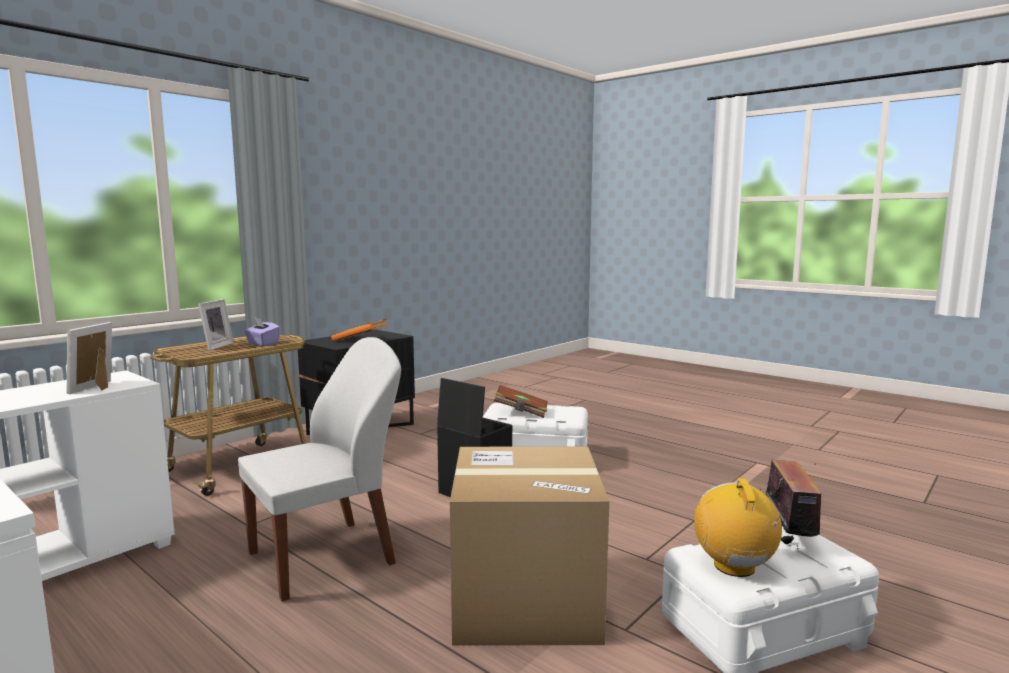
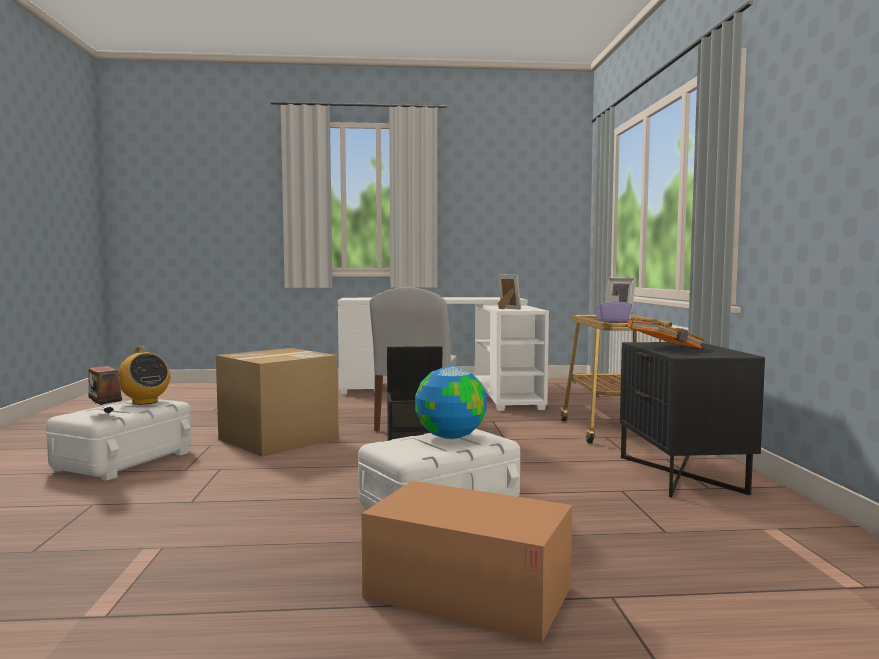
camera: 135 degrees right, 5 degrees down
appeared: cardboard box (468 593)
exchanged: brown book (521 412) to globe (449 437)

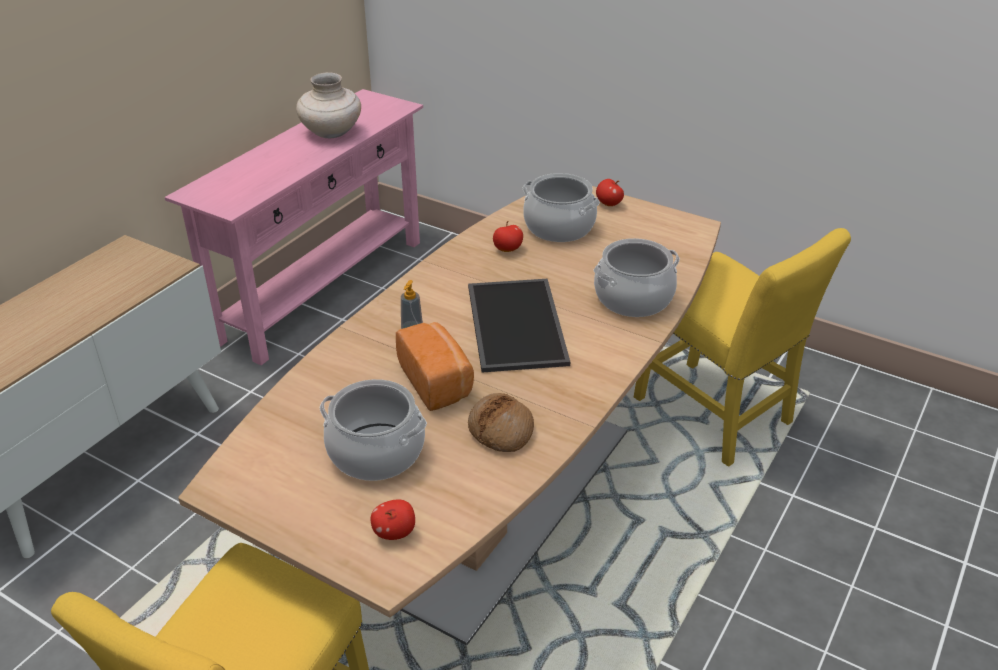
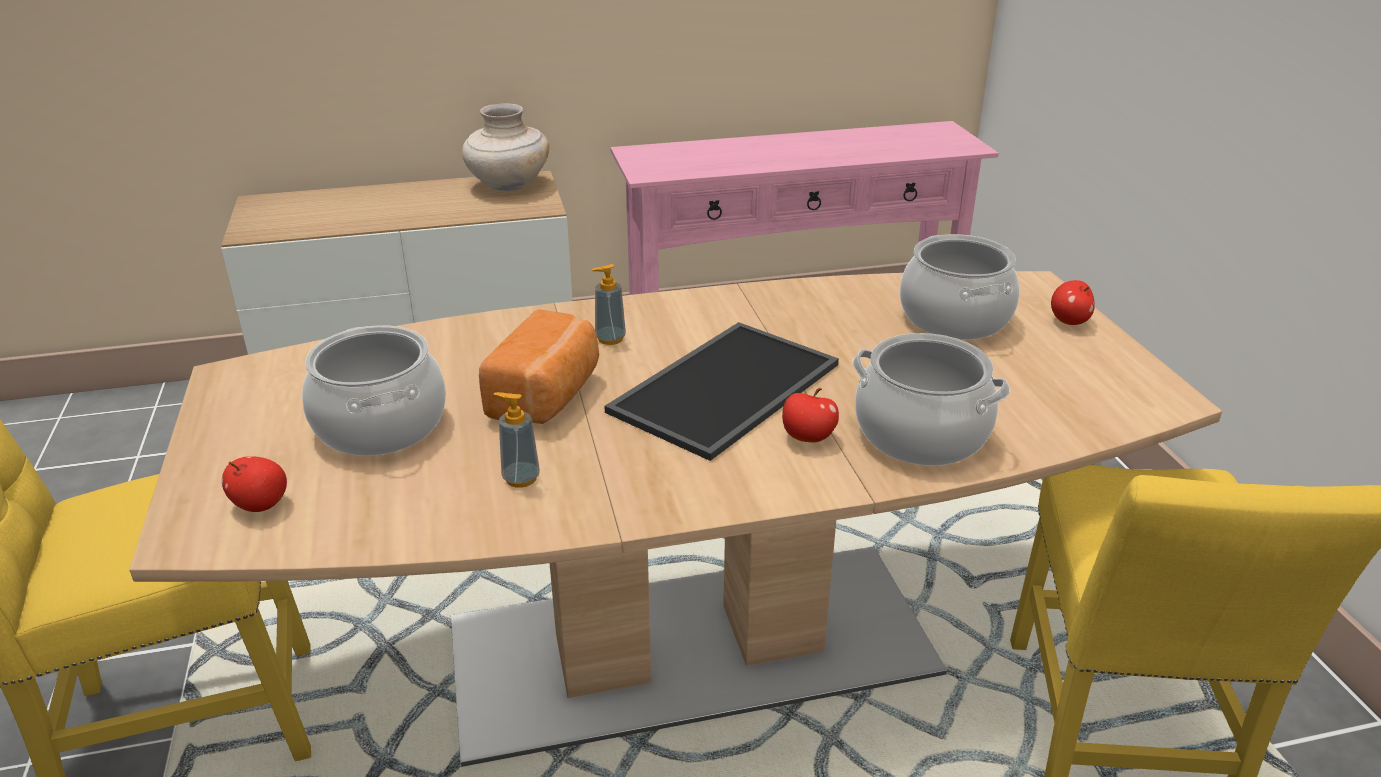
camera: 45 degrees right, 5 degrees down
relocated: beige vase (331 133) to (508 185); apple (508 249) to (807 438)
exchanged: bread (501 430) to soap dispenser (521 478)

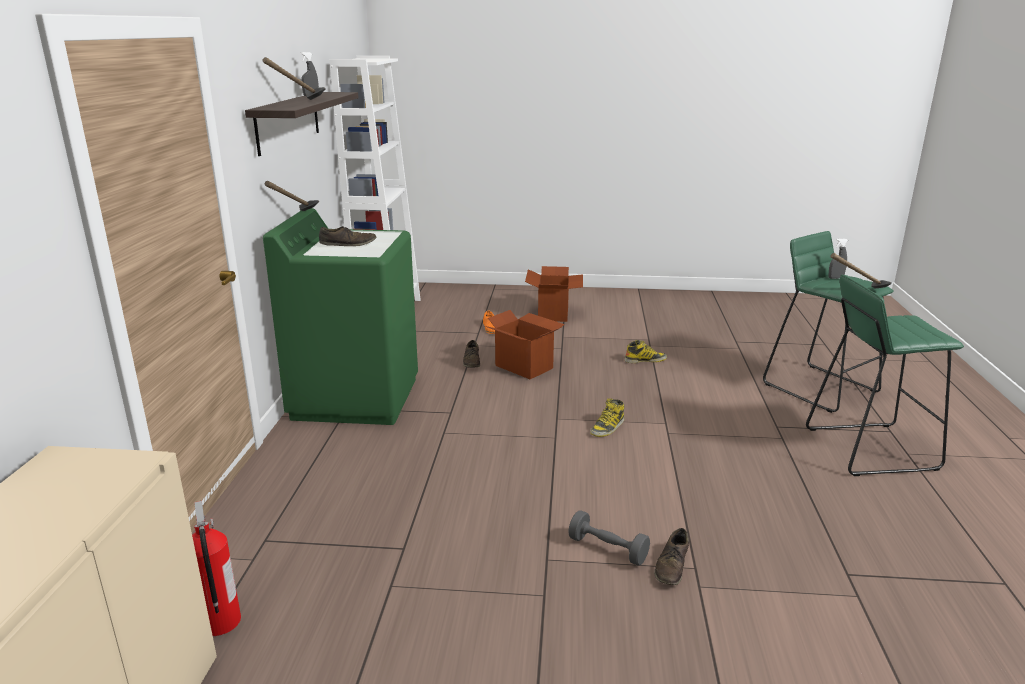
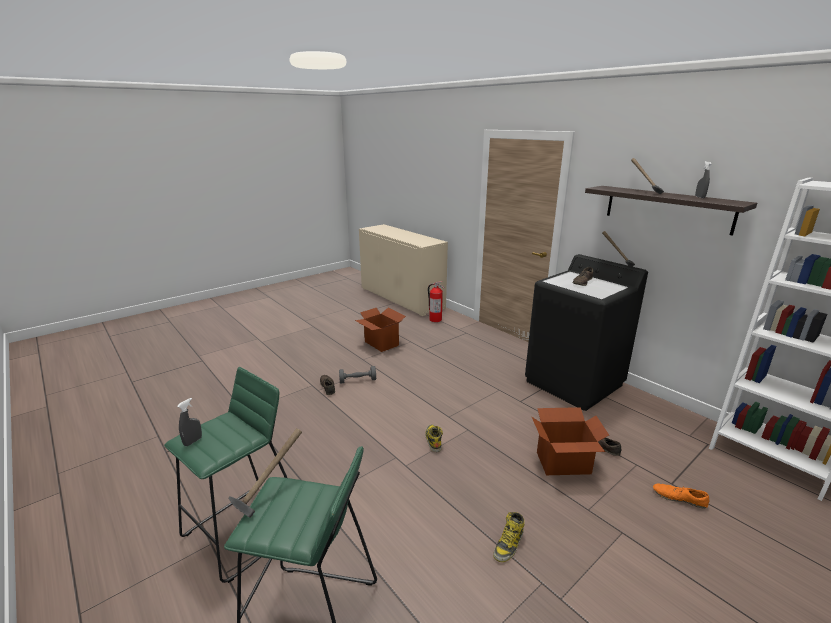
camera: 135 degrees right, 0 degrees up
relocated: grey spray bottle (835 278) to (193 441); cardboard box (554 314) to (381 343)
colour: green washing machine (355 398) to black washing machine (574 383)

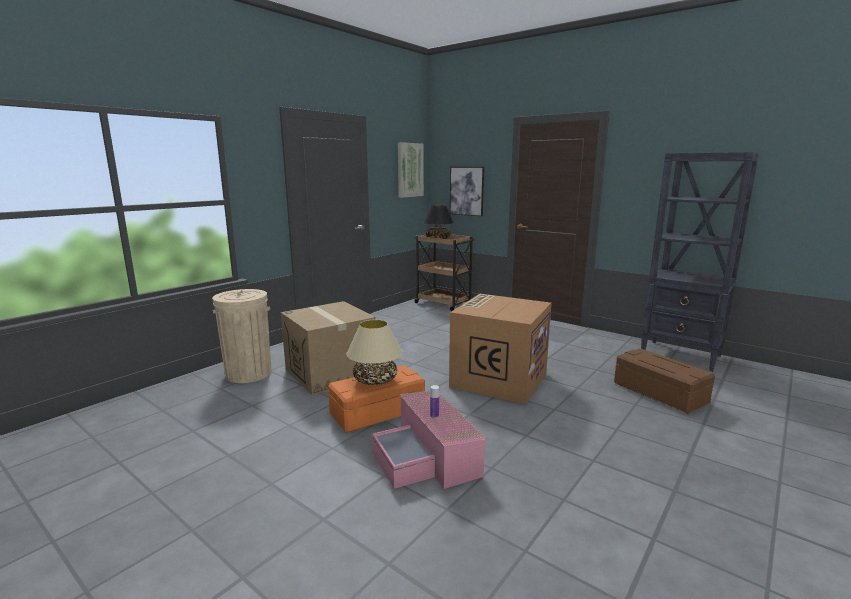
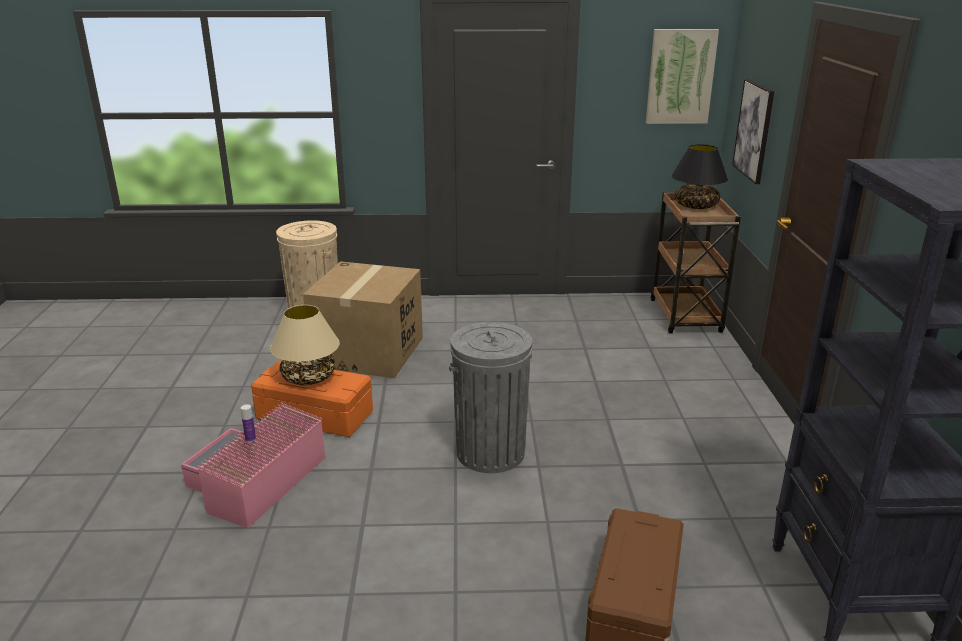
camera: 50 degrees right, 10 degrees up
exchanged: cardboard box (498 379) to grey trash can (490 452)

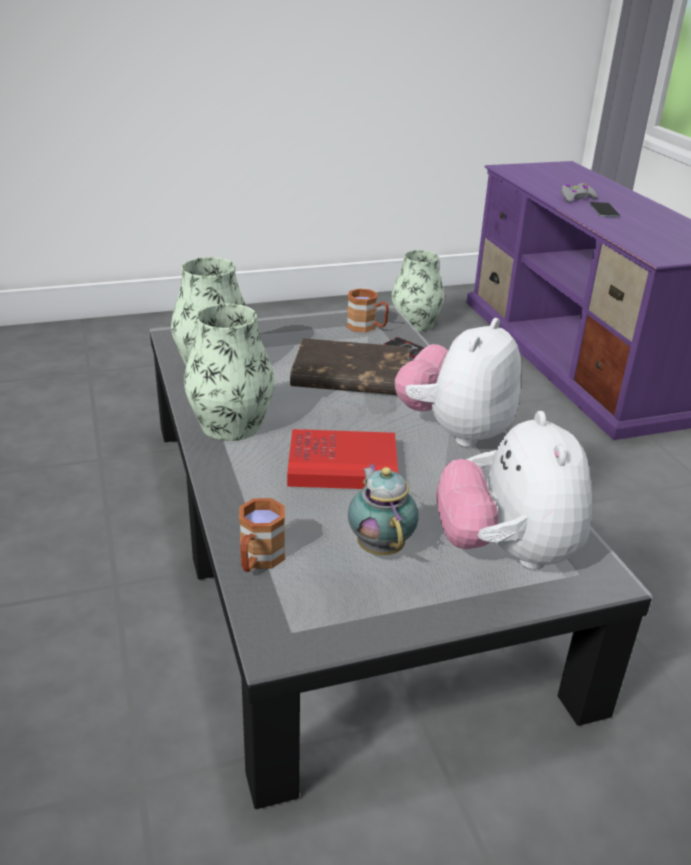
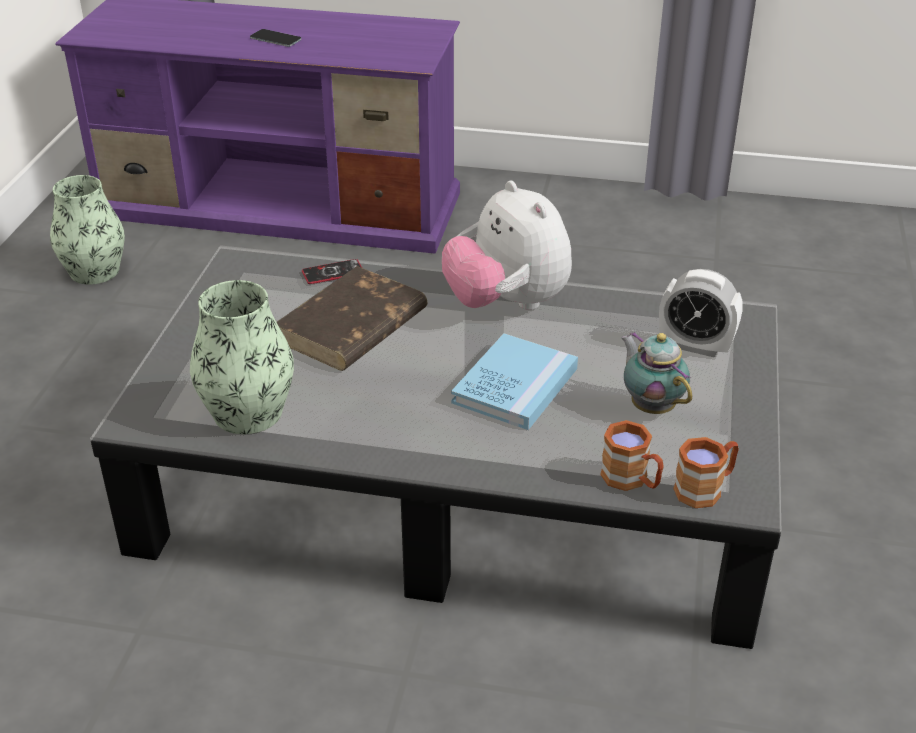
camera: 60 degrees left, 5 degrees up
missing: grey game controller (576 198); vase (231 425)
relocated: brown mug (367 327) to (705 488)
exchanged: plush toy (507 552) to alarm clock (695 346)
colour: red book (342 464) to blue book (515 385)
spun: teapot (380 546) = (651 406) 45 degrees clockwise

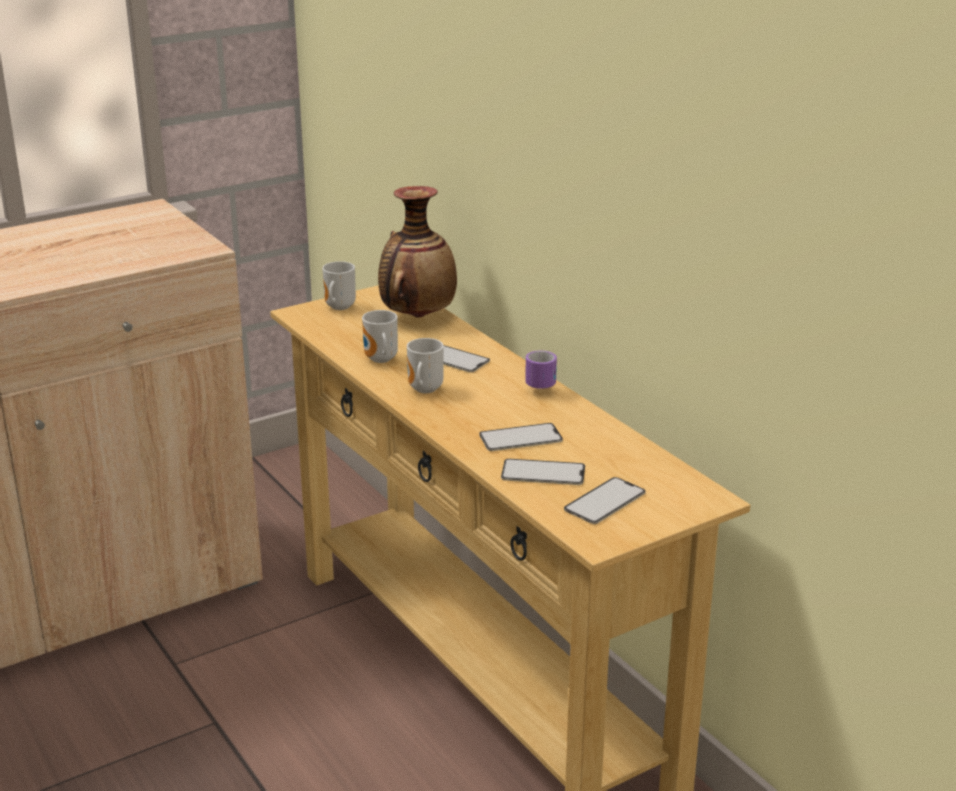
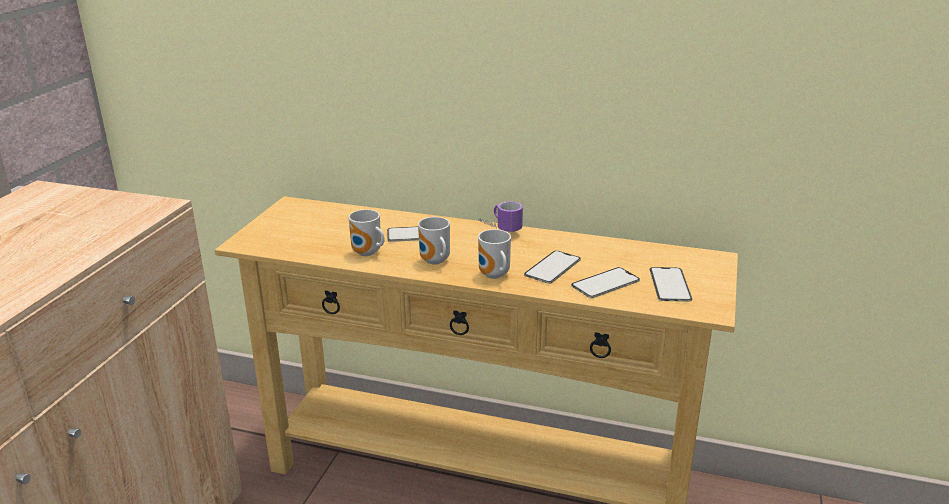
camera: 40 degrees left, 0 degrees up
missing: vase (417 315)
relocated: mug (338 307) to (493 276)

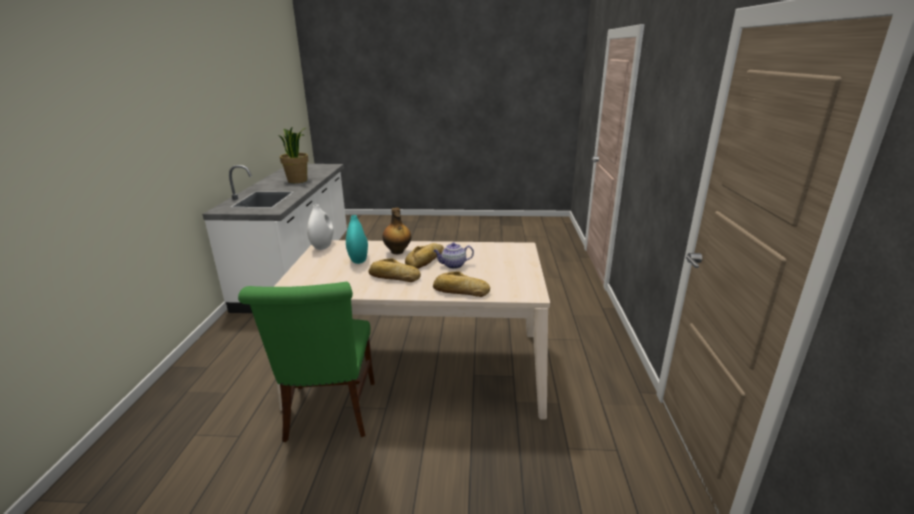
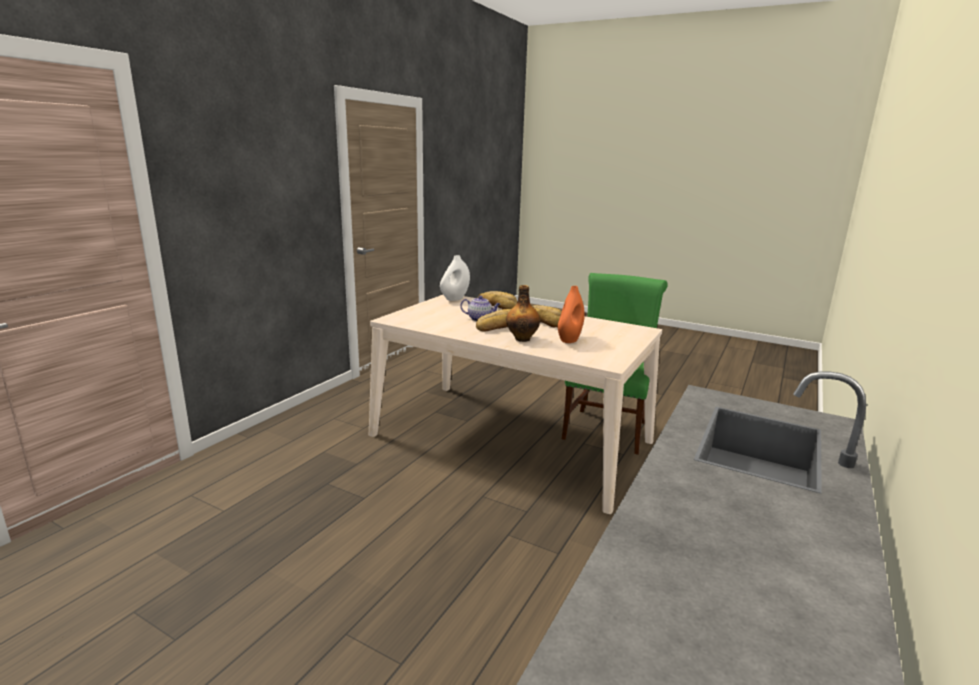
camera: 155 degrees left, 5 degrees down
missing: potted plant (298 180)
relocated: white vase (322 246) to (455 299)
colour: turquoise vase (358 259) to orange vase (569 340)

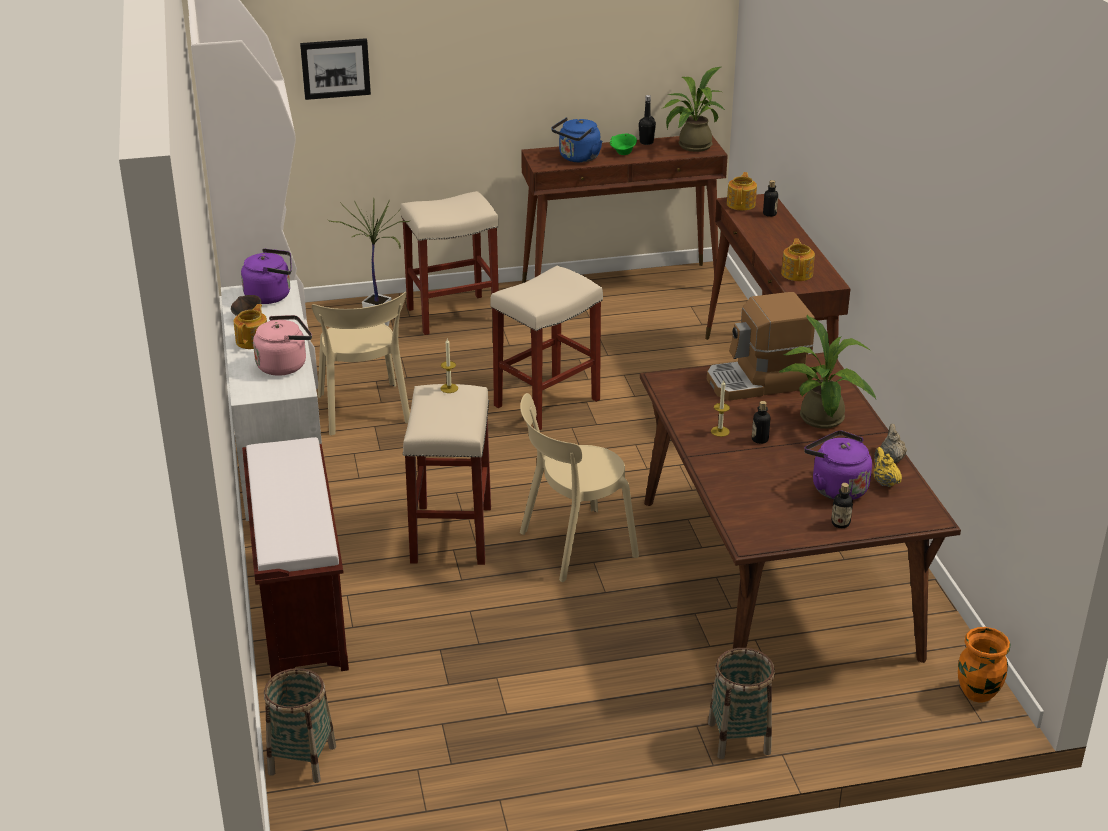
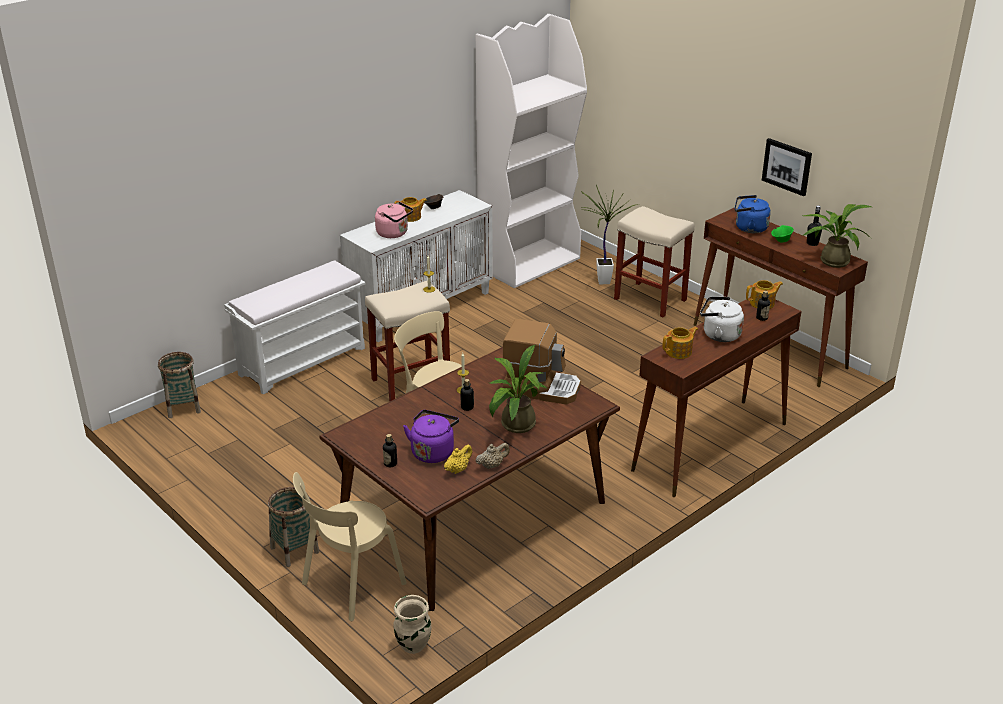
camera: 60 degrees right, 0 degrees up
missing: purple kettle (271 295); beige stool (547 402)
appeared: white kettle (719 335)
relocated: picture (335 68) to (787 166); beige chair (364 412) to (350 586)
colour: brown bench (300 609) to white bench (303 361); orange vase (978 693) to beige vase (413 646)
spun: coffee machine (757 382) = (541 387) 150 degrees clockwise

